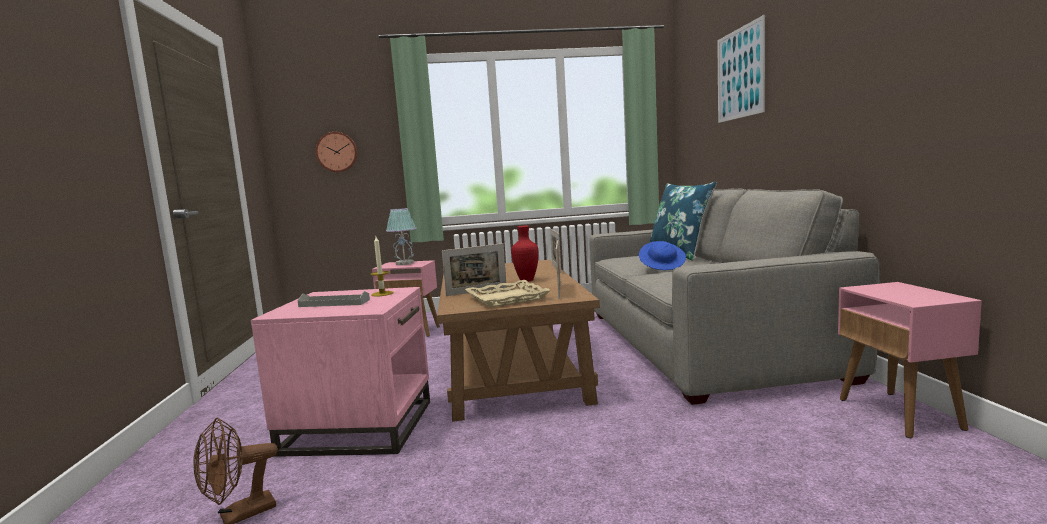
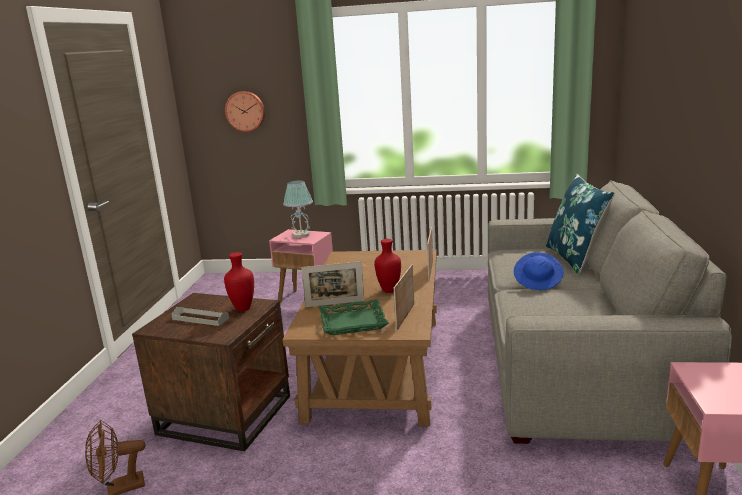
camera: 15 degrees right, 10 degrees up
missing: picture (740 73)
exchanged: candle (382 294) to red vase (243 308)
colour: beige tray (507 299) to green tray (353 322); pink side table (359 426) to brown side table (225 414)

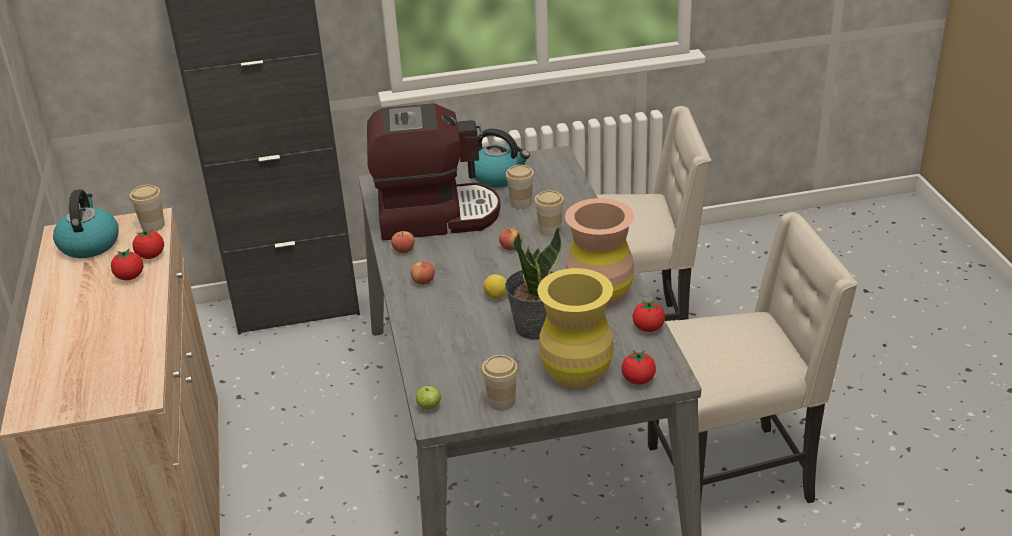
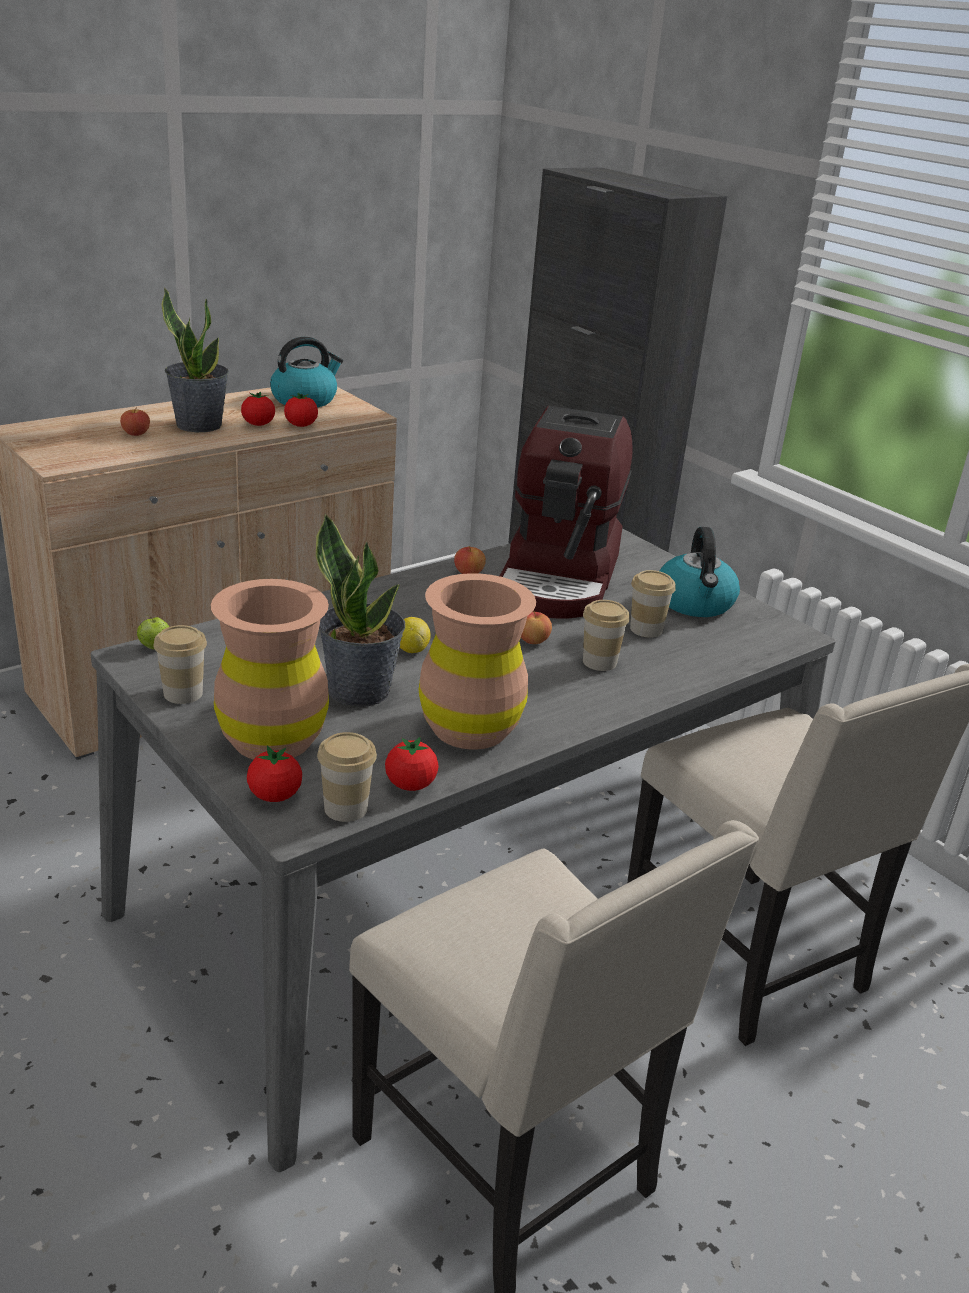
camera: 60 degrees right, 5 degrees down
appeared: potted plant (199 424)
relocated: cup (153 225) to (345 808); apple (423 281) to (136 433)
colour: yellow vase (576 371) to brown vase (272 739)
spun: coffee machine (435 216) = (561 578) 45 degrees clockwise

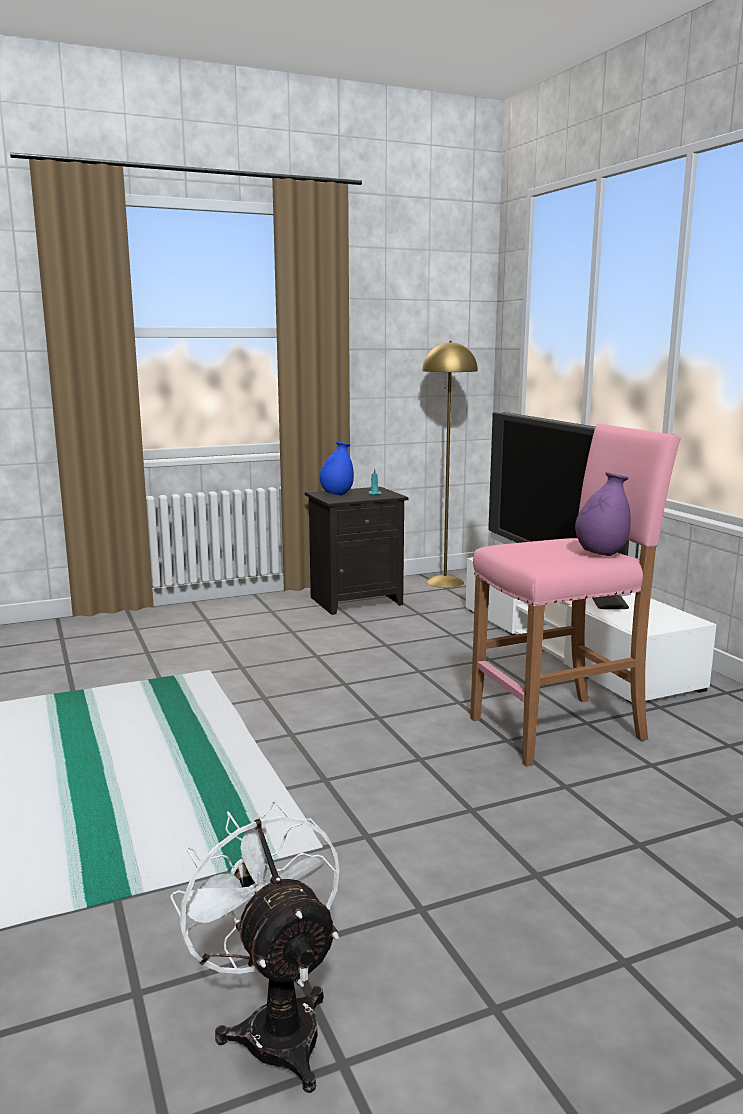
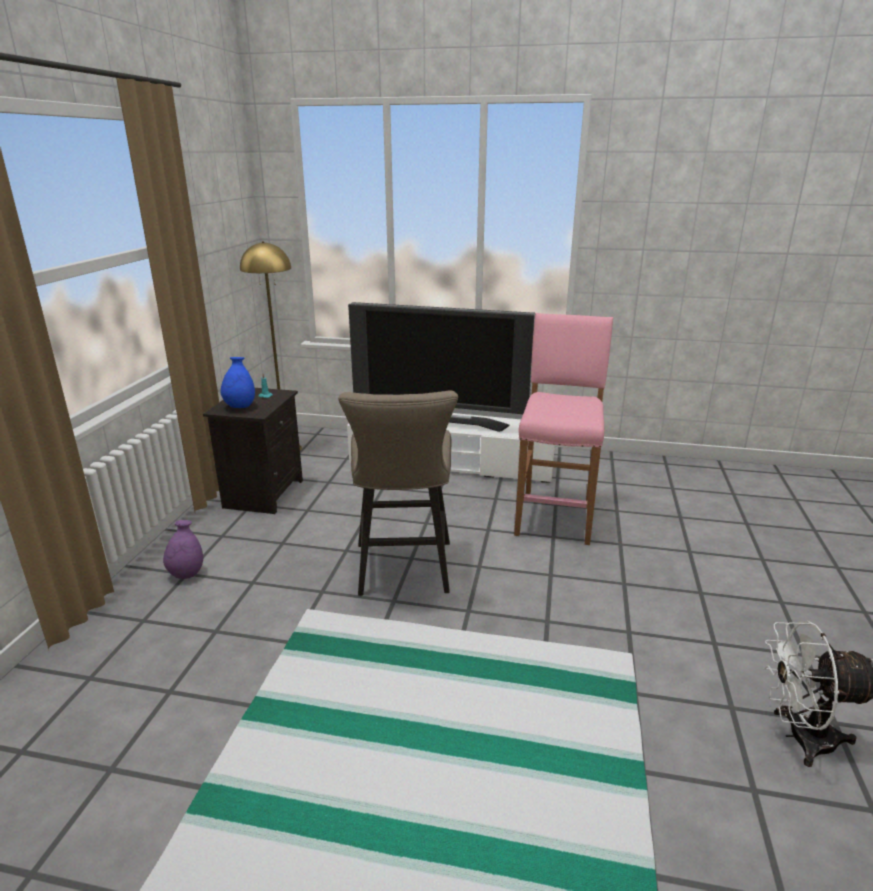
camera: 55 degrees left, 10 degrees up
appeared: beige stool (403 572)
relocated: purple vase (601 554) to (187 574)

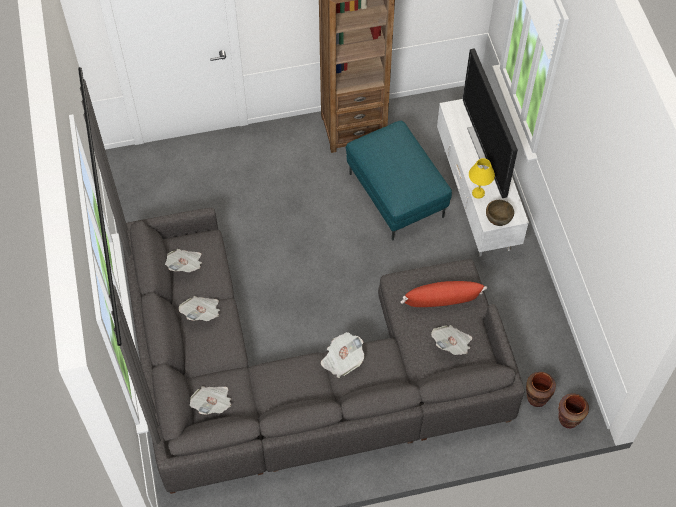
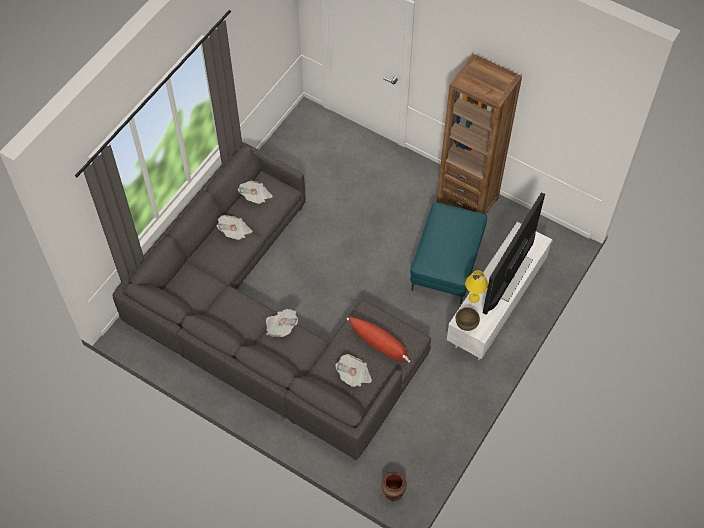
camera: 45 degrees right, 0 degrees up
missing: brown vase (536 398); newspaper (212 404)

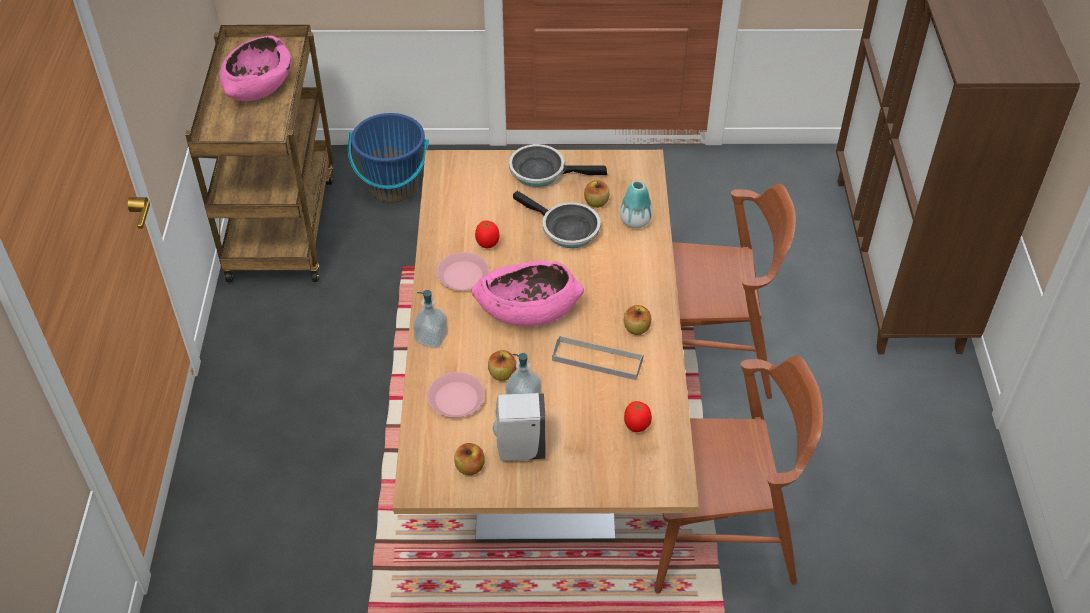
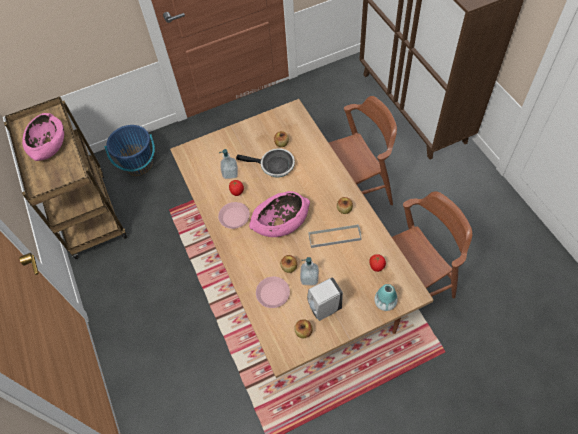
camera: 20 degrees left, 10 degrees up
missing: frying pan (542 172)
relocated: vase (635 221) to (385 303); soap dispenser (431 338) to (230 173)

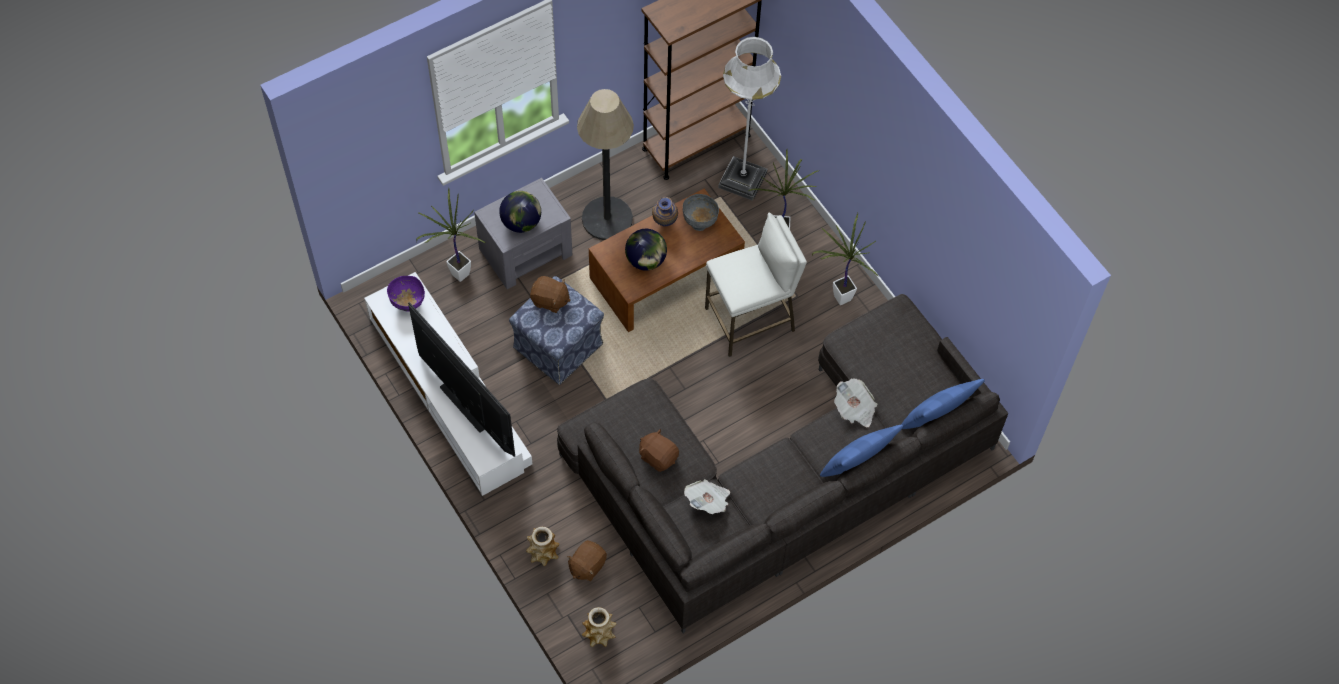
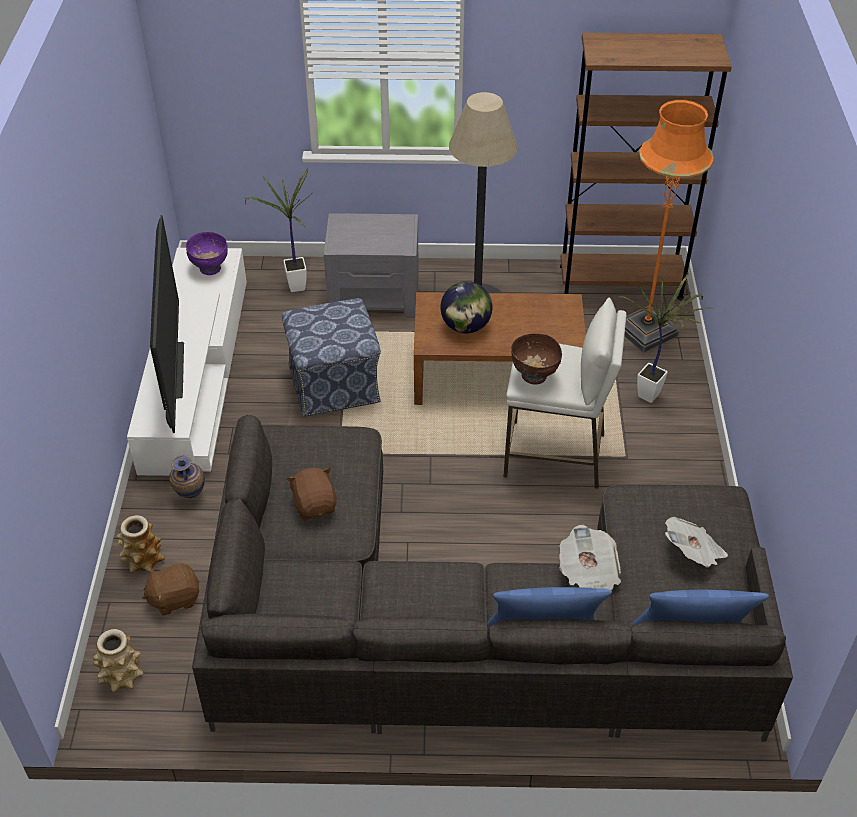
camera: 35 degrees right, 15 degrees down
missing: globe (521 222); grey bowl (700 223); potted plant (838 298); brown plush toy (550 300)
appeared: brown bowl (534 376)
relocated: vase (664 224) to (190 496); newspaper (708 501) to (693 553)
colour: white floor lamp (742 180) to orange floor lamp (646 331)

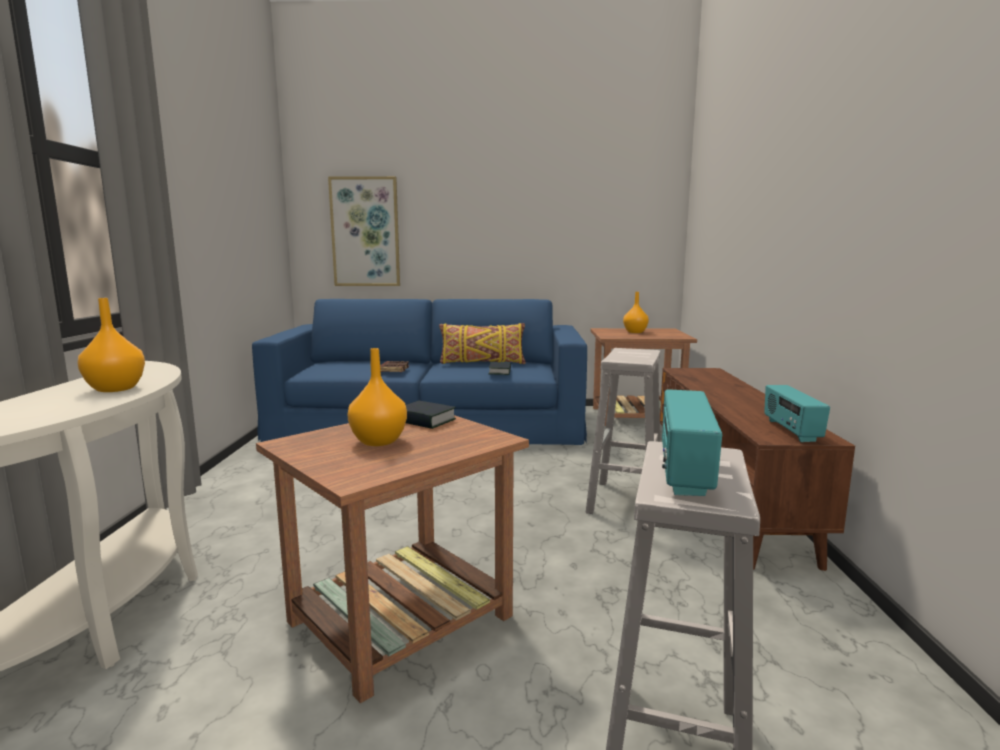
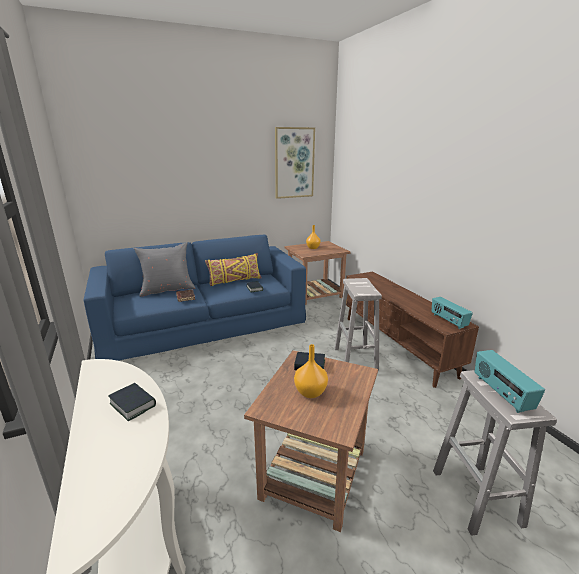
camera: 25 degrees left, 10 degrees up
appeared: grey pillow (167 290)
relocated: picture (365 232) to (294 163)
exchanged: orange vase (117 388) to book (133 404)

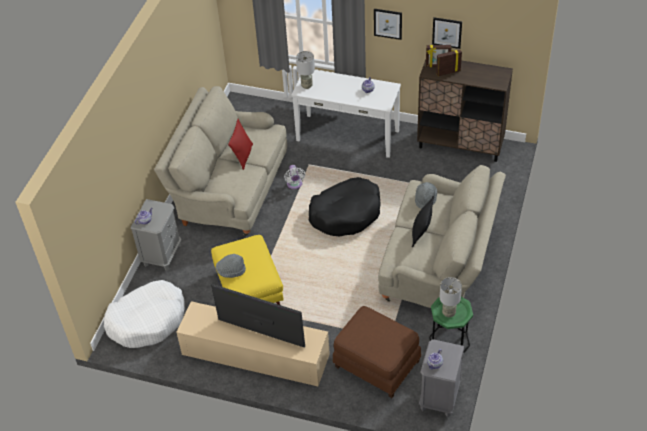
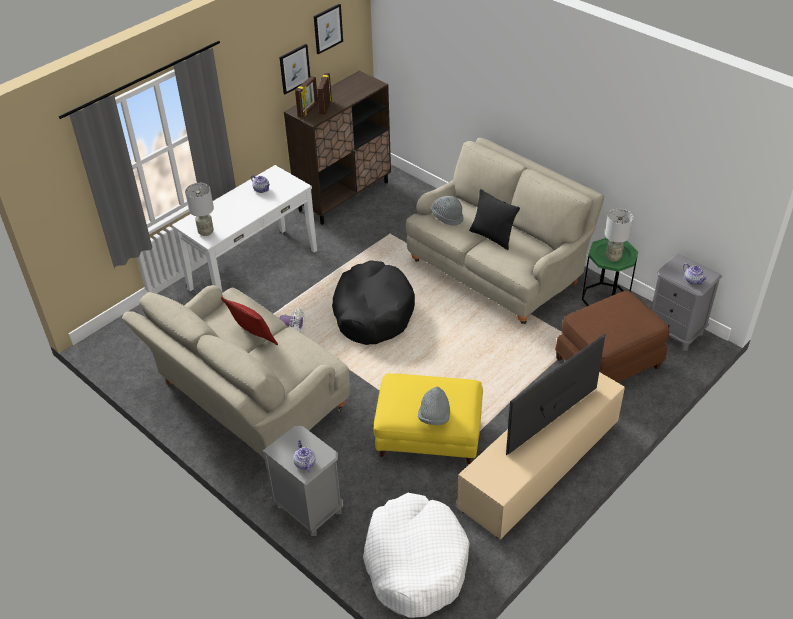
camera: 65 degrees left, 5 degrees down
relocated: picture (388 23) to (328 28)

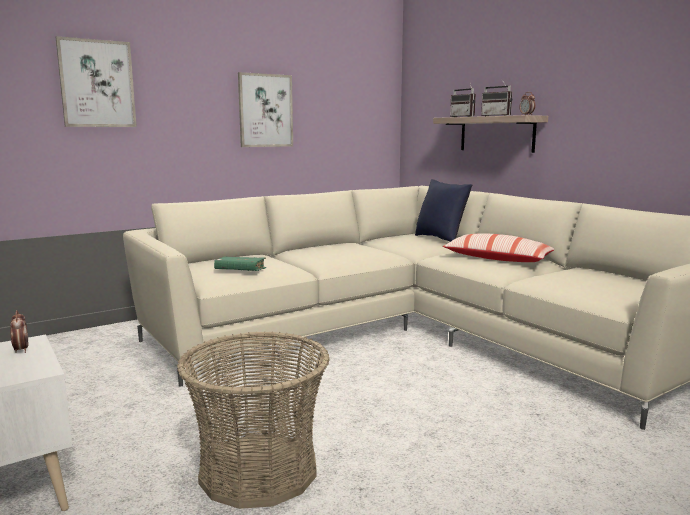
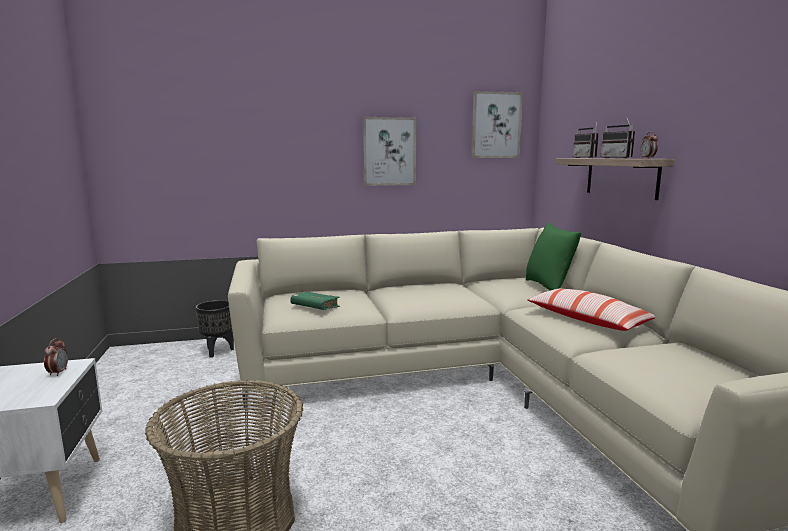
camera: 20 degrees right, 0 degrees up
appeared: black planter (217 351)
relocated: picture (97 84) to (496 125)
colour: blue pillow (440 239) to green pillow (549 287)

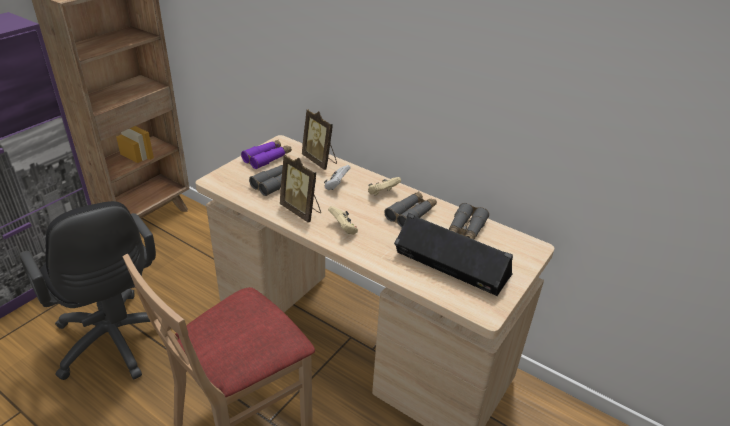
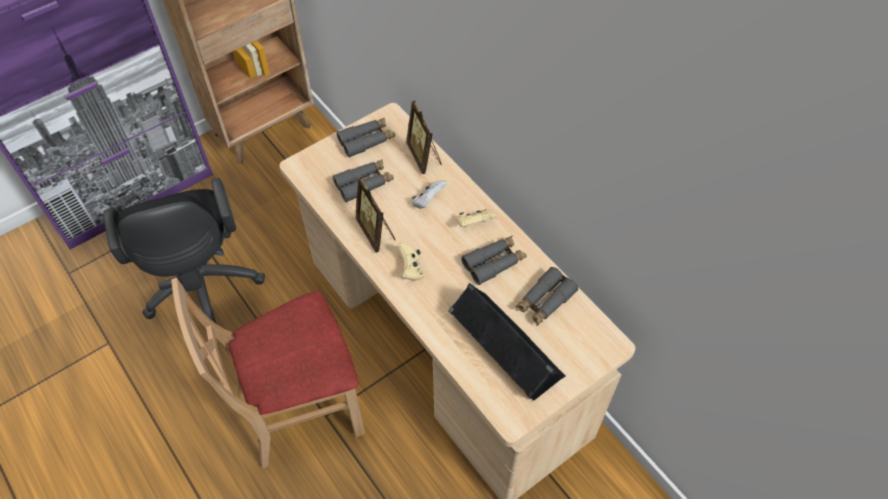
camera: 20 degrees right, 20 degrees up
colour: purple binoculars (267 158) to grey binoculars (367 140)

